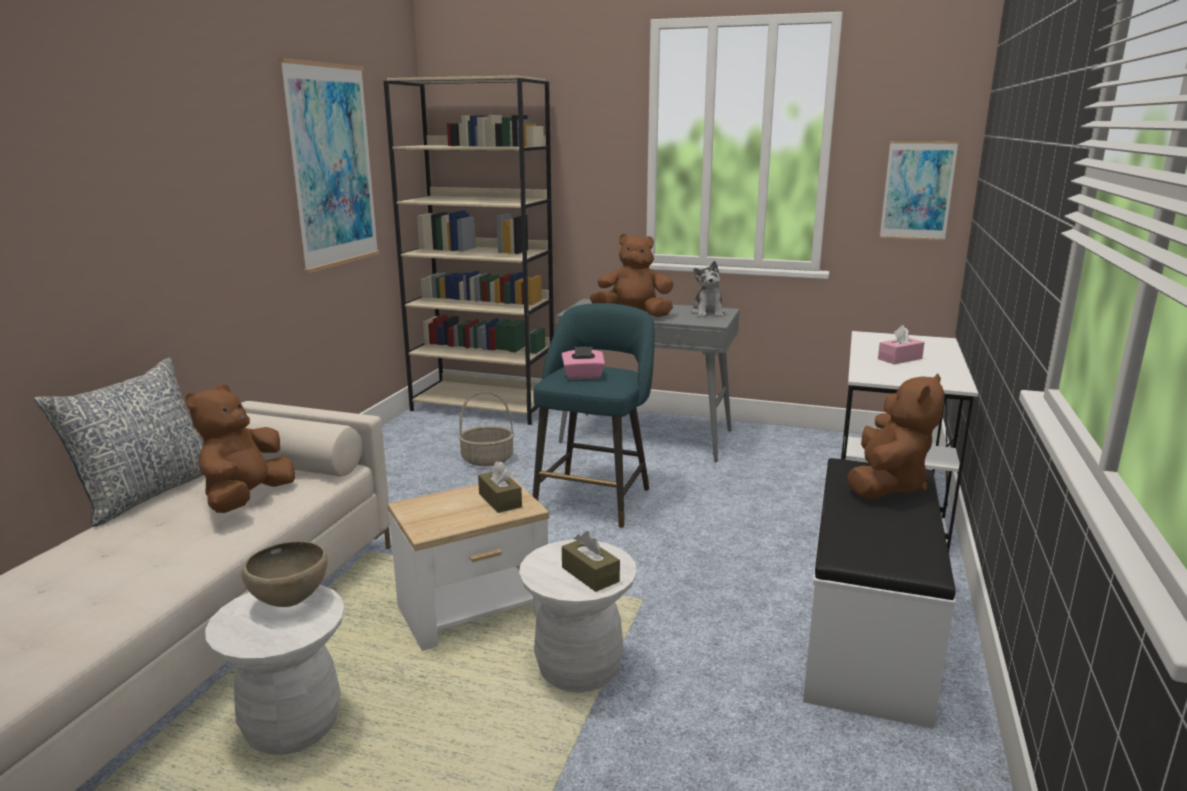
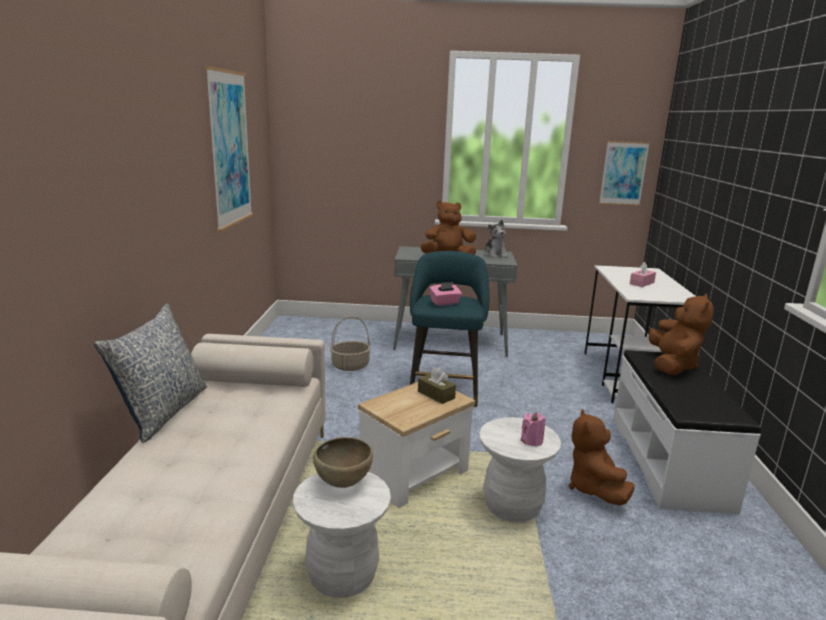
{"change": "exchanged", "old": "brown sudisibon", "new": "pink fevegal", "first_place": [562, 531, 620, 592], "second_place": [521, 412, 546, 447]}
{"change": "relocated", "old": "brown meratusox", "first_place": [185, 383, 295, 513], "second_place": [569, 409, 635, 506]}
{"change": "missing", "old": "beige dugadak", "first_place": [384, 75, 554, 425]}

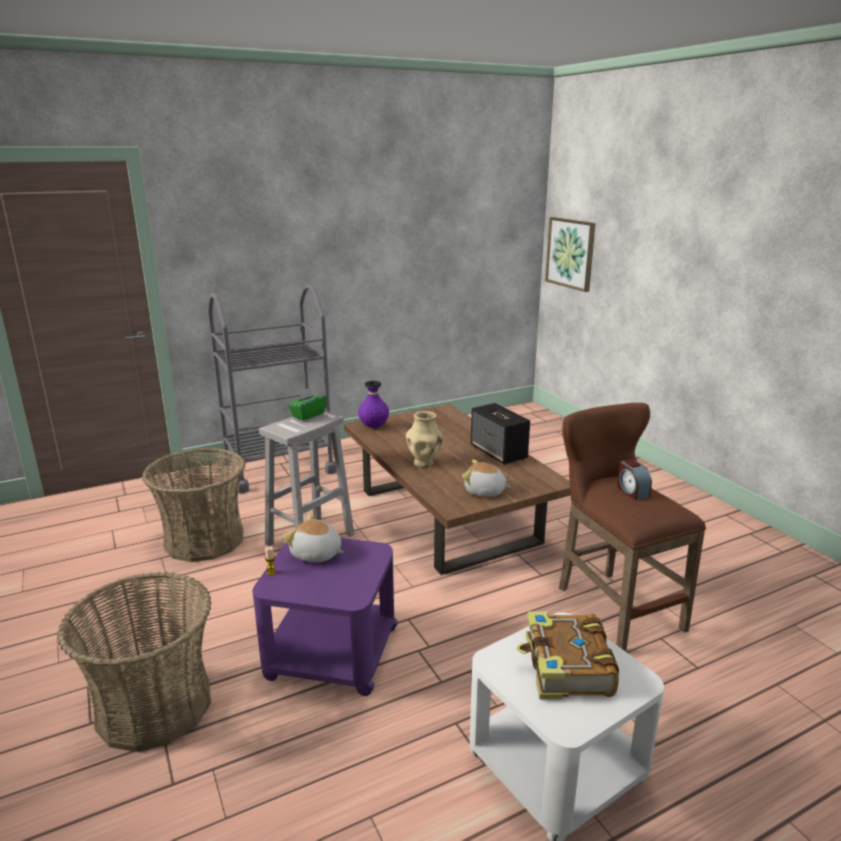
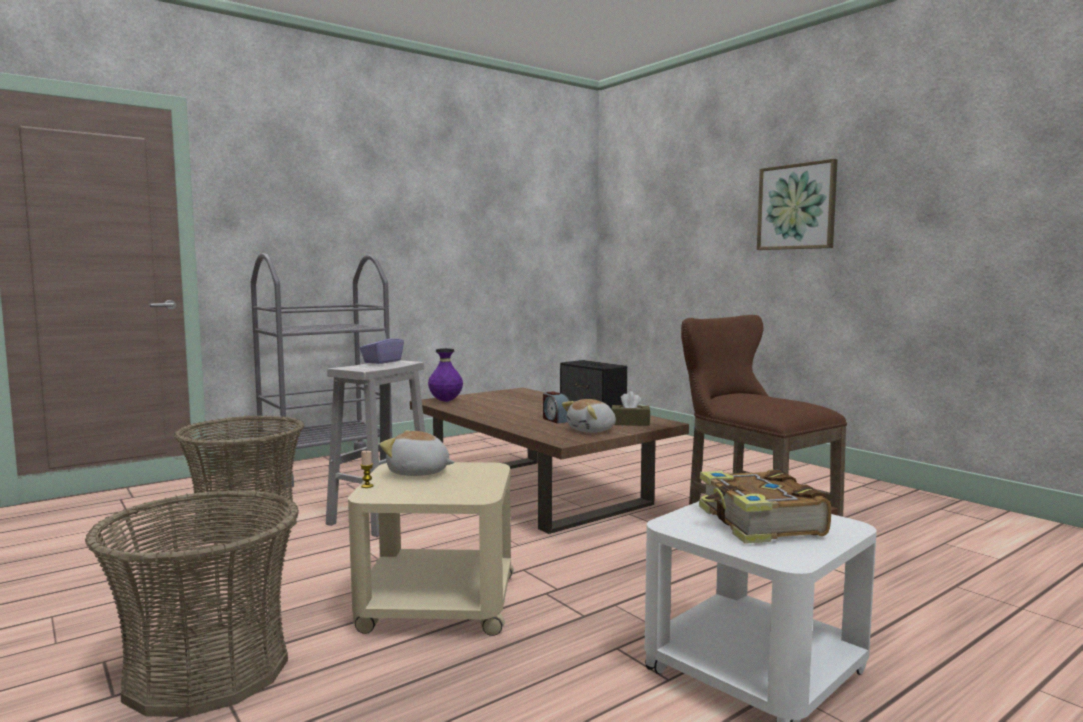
{"change": "colour", "old": "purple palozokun", "new": "beige palozokun", "first_place": [252, 538, 398, 696], "second_place": [348, 462, 514, 636]}
{"change": "colour", "old": "green sudisibon", "new": "purple sudisibon", "first_place": [288, 388, 327, 421], "second_place": [360, 330, 404, 364]}
{"change": "relocated", "old": "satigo", "first_place": [617, 459, 652, 500], "second_place": [543, 391, 569, 424]}
{"change": "spun", "old": "meratusox", "first_place": [462, 459, 511, 496], "second_place": [562, 399, 616, 433], "degrees": -45}
{"change": "appeared", "new": "brown sudisibon", "second_place": [612, 391, 650, 426]}
{"change": "relocated", "old": "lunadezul", "first_place": [545, 217, 596, 292], "second_place": [757, 159, 837, 250]}
{"change": "missing", "old": "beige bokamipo", "first_place": [406, 411, 443, 467]}

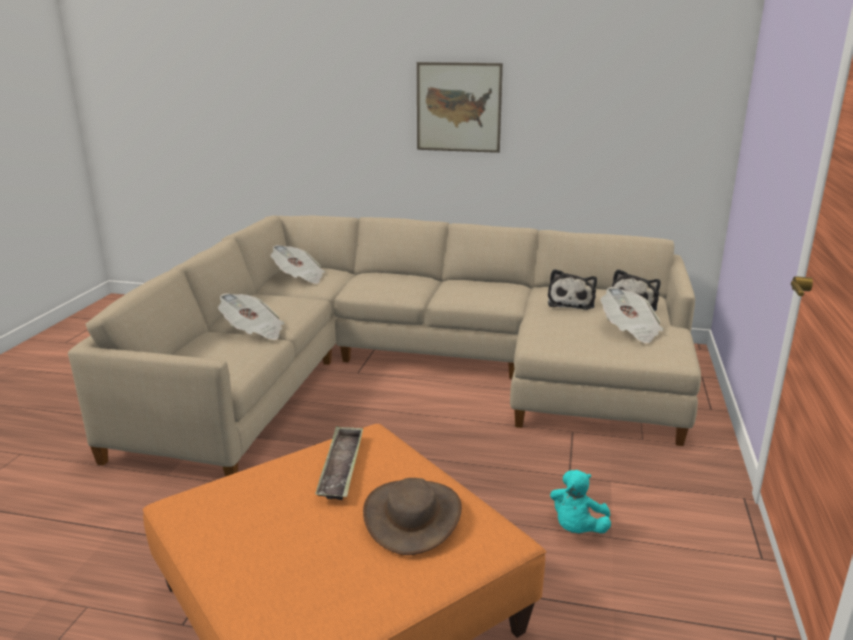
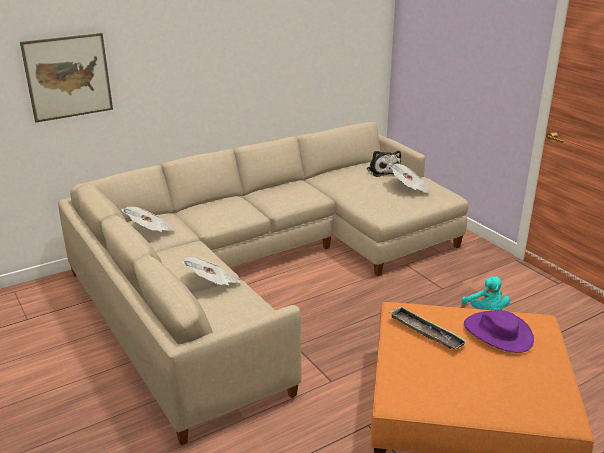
{"change": "relocated", "old": "lunadezul", "first_place": [417, 62, 503, 153], "second_place": [20, 33, 113, 123]}
{"change": "colour", "old": "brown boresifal", "new": "purple boresifal", "first_place": [363, 478, 462, 555], "second_place": [464, 310, 534, 353]}
{"change": "missing", "old": "meratusox", "first_place": [548, 269, 597, 310]}

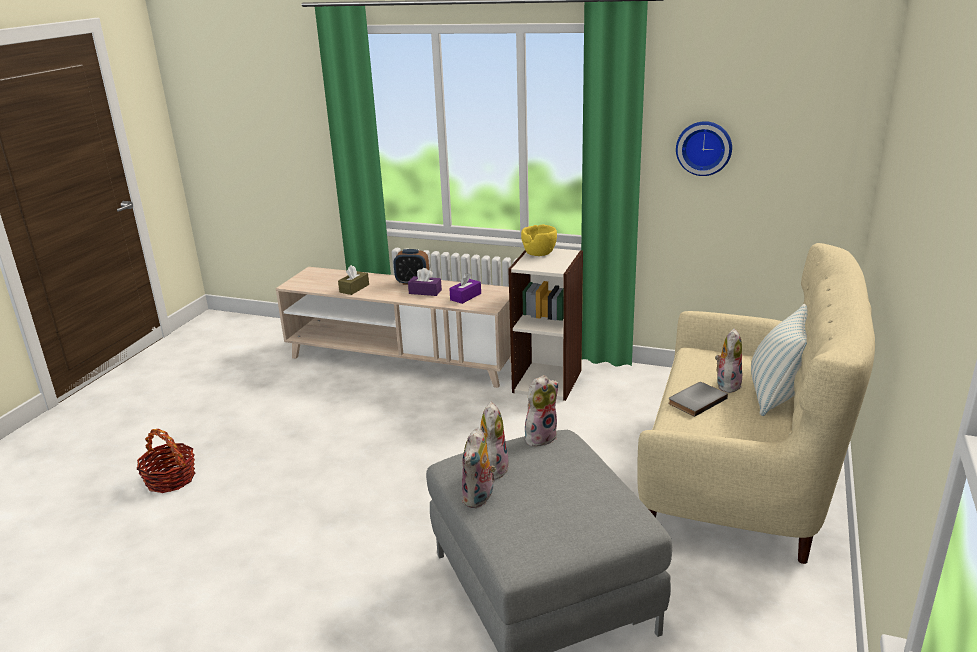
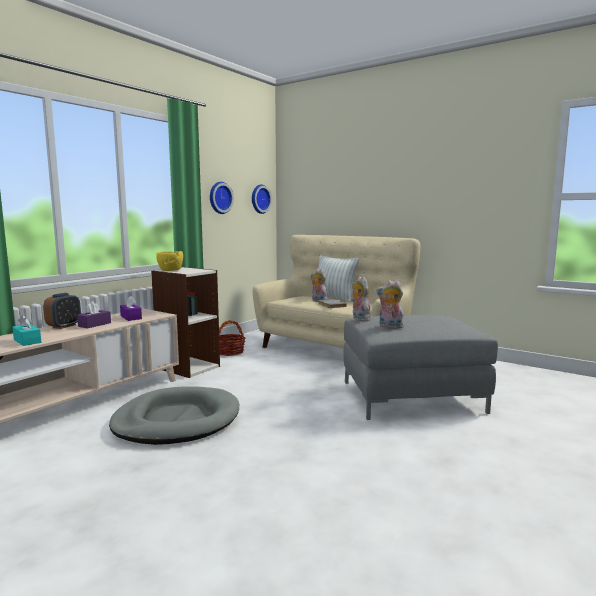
{"change": "colour", "old": "brown sudisibon", "new": "turquoise sudisibon", "first_place": [338, 265, 369, 295], "second_place": [12, 315, 42, 346]}
{"change": "appeared", "new": "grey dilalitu", "second_place": [109, 386, 239, 445]}
{"change": "relocated", "old": "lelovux", "first_place": [137, 429, 195, 493], "second_place": [219, 320, 246, 356]}
{"change": "appeared", "new": "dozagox", "second_place": [252, 184, 272, 214]}
{"change": "missing", "old": "meratusox", "first_place": [462, 427, 496, 508]}

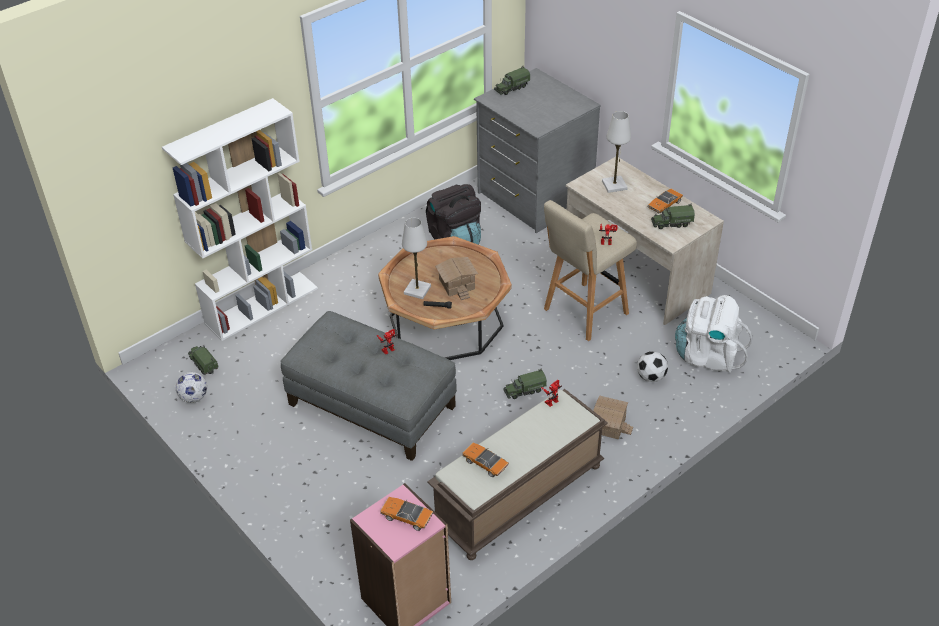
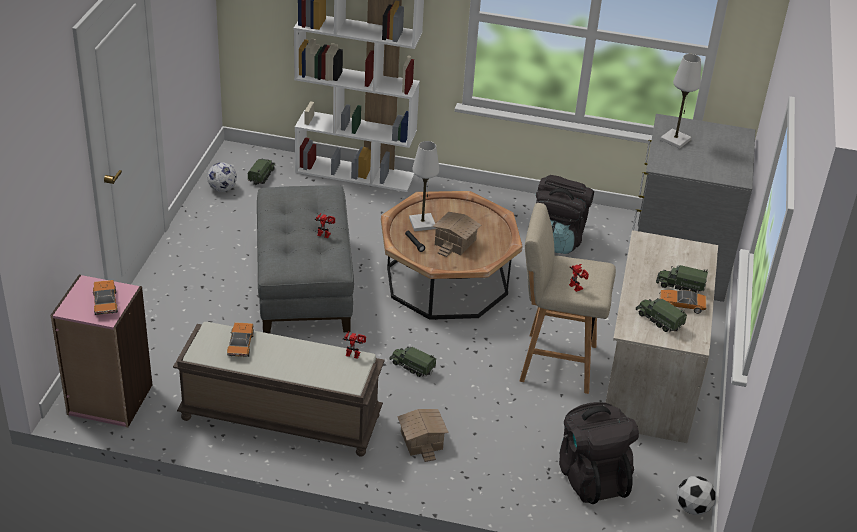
{"change": "colour", "old": "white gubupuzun", "new": "black gubupuzun", "first_place": [675, 295, 752, 372], "second_place": [559, 402, 639, 504]}
{"change": "relocated", "old": "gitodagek", "first_place": [494, 66, 530, 95], "second_place": [656, 265, 708, 293]}
{"change": "relocated", "old": "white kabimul", "first_place": [602, 111, 631, 193], "second_place": [660, 54, 701, 149]}
{"change": "relocated", "old": "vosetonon", "first_place": [637, 351, 668, 382], "second_place": [677, 476, 716, 515]}

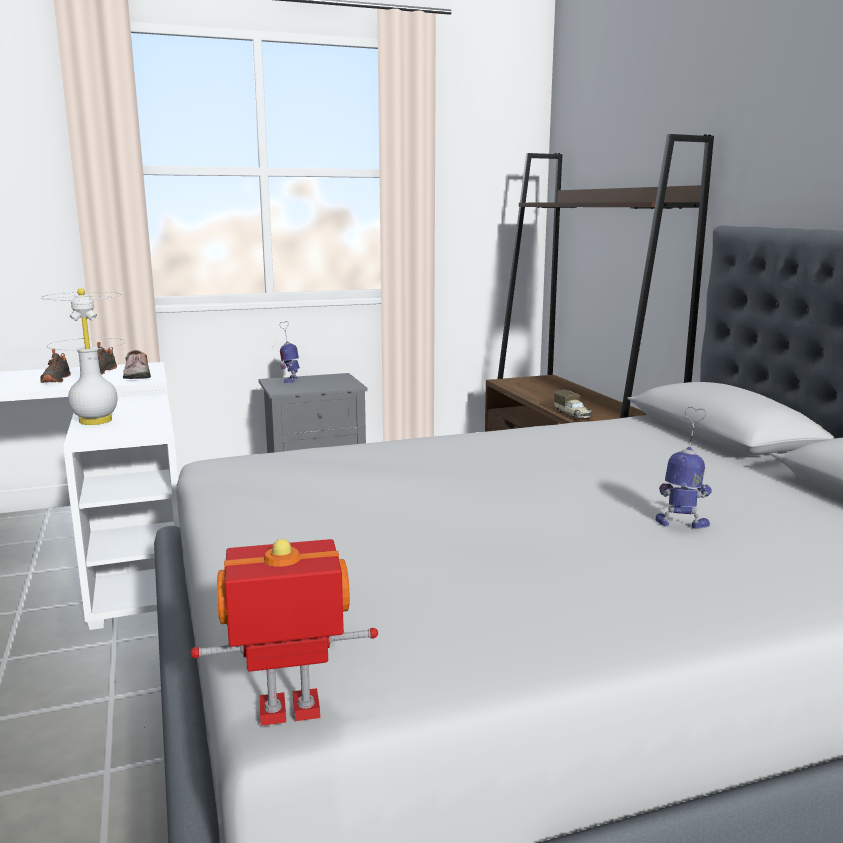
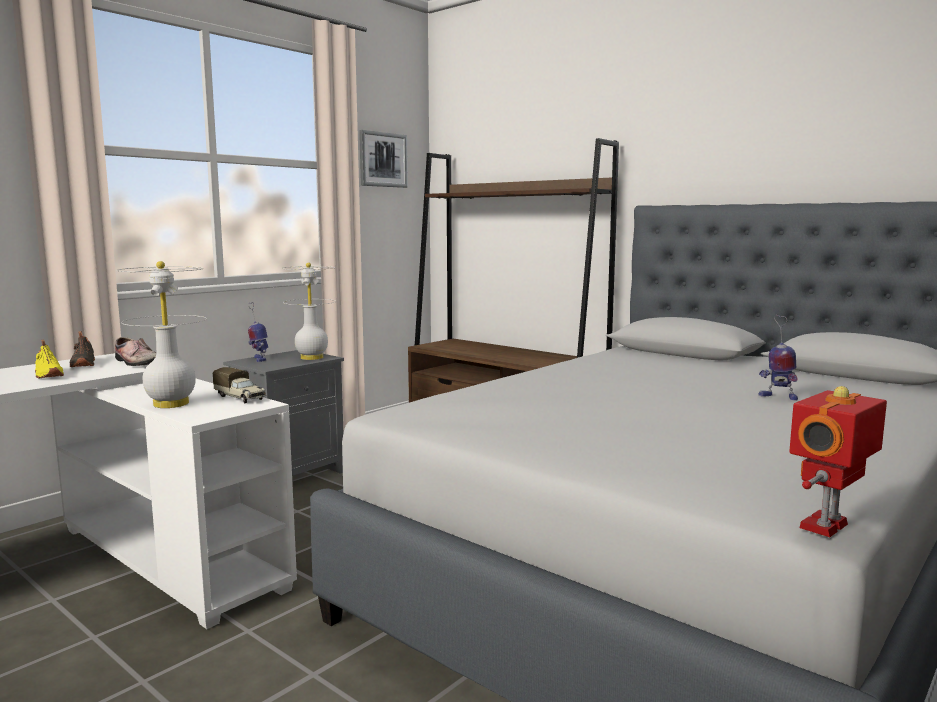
{"change": "colour", "old": "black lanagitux", "new": "yellow lanagitux", "first_place": [40, 348, 71, 383], "second_place": [35, 339, 64, 378]}
{"change": "relocated", "old": "gitodagek", "first_place": [554, 390, 593, 420], "second_place": [212, 367, 266, 403]}
{"change": "appeared", "new": "white kabimul", "second_place": [281, 262, 336, 360]}
{"change": "appeared", "new": "lunadezul", "second_place": [359, 130, 408, 188]}
{"change": "spun", "old": "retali", "first_place": [655, 407, 712, 529], "second_place": [758, 315, 798, 401], "degrees": -135}

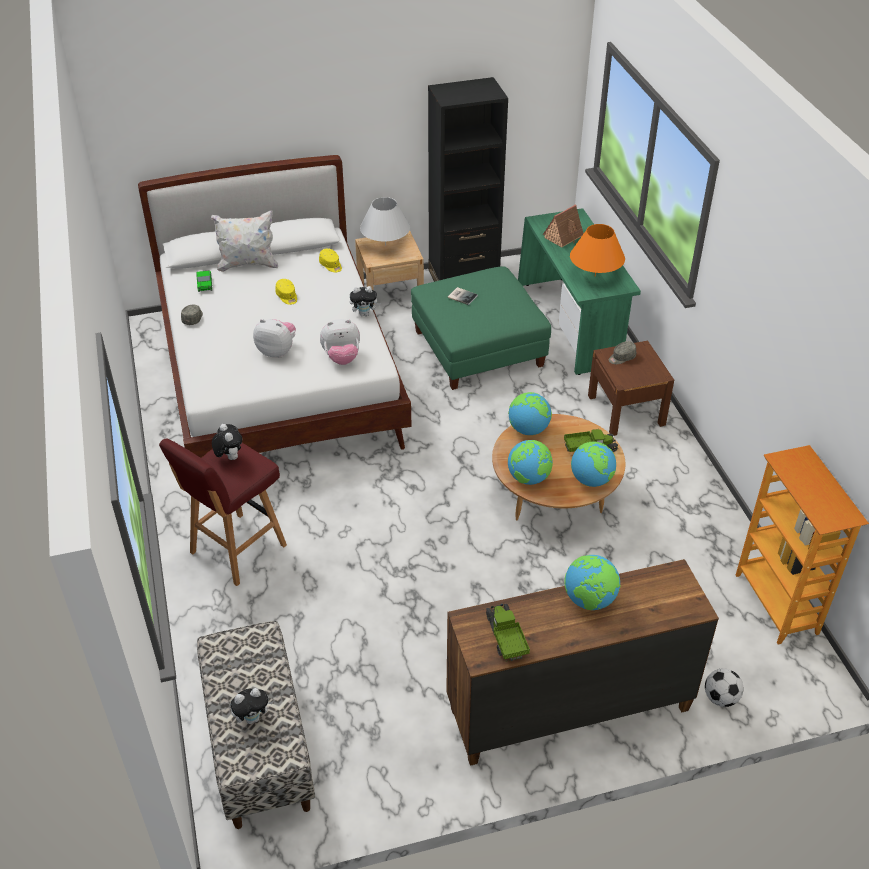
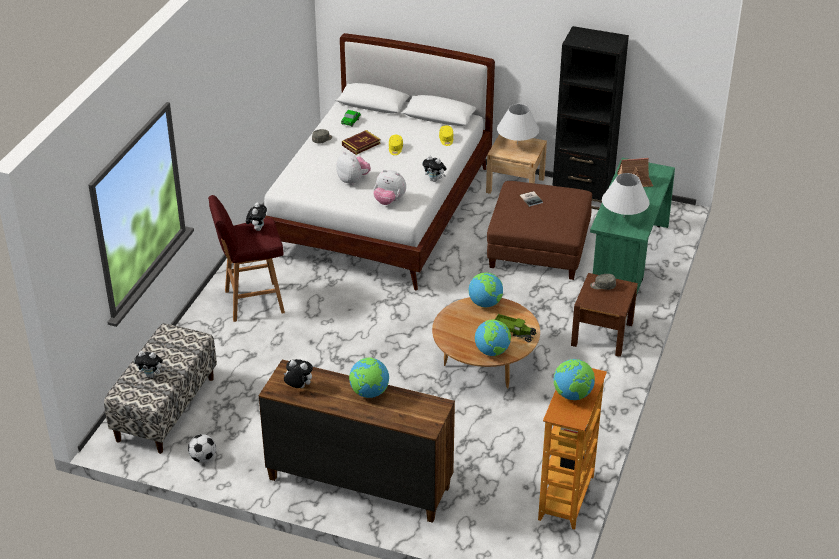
{"change": "relocated", "old": "vosetonon", "first_place": [705, 668, 744, 707], "second_place": [188, 434, 216, 462]}
{"change": "exchanged", "old": "gitodagek", "new": "meratusox", "first_place": [486, 603, 530, 662], "second_place": [284, 359, 313, 388]}
{"change": "appeared", "new": "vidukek", "second_place": [342, 130, 381, 155]}
{"change": "colour", "old": "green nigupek", "new": "brown nigupek", "first_place": [411, 266, 551, 390], "second_place": [487, 181, 592, 280]}
{"change": "relocated", "old": "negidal", "first_place": [508, 440, 553, 485], "second_place": [554, 359, 595, 400]}
{"change": "colour", "old": "orange kabimul", "new": "white kabimul", "first_place": [570, 224, 625, 277], "second_place": [602, 173, 650, 215]}
{"change": "missing", "old": "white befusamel", "first_place": [211, 210, 278, 272]}

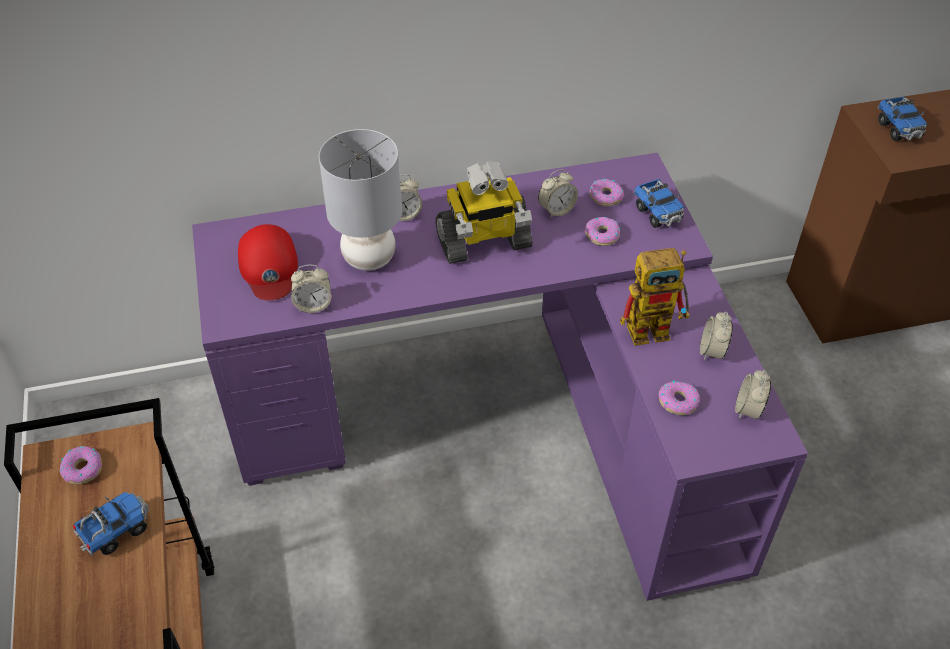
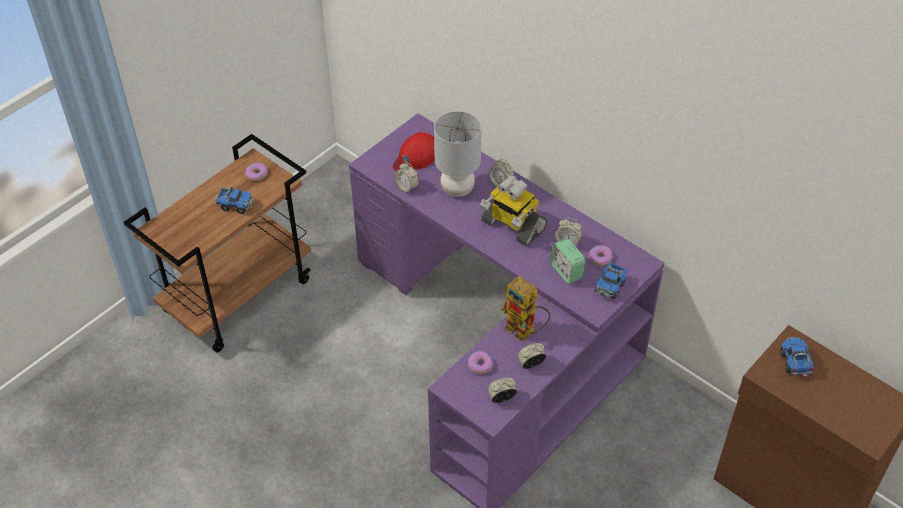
{"change": "exchanged", "old": "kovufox", "new": "satigo", "first_place": [585, 217, 620, 246], "second_place": [550, 238, 586, 284]}
{"change": "spun", "old": "gitodagek", "first_place": [878, 97, 928, 141], "second_place": [780, 337, 814, 376], "degrees": 135}

